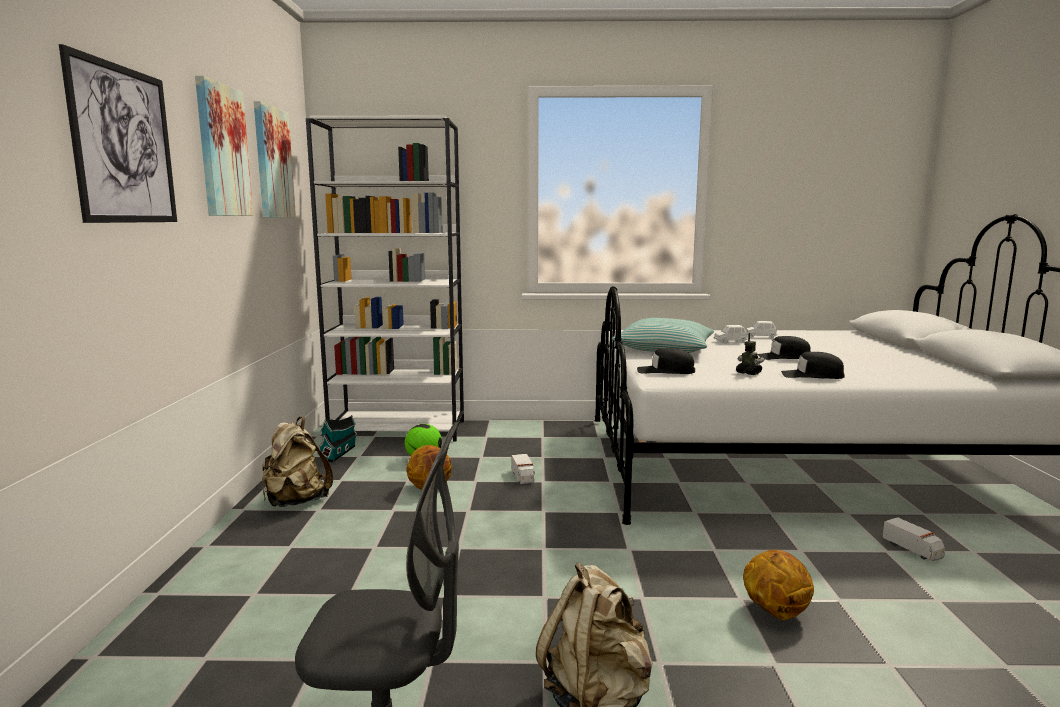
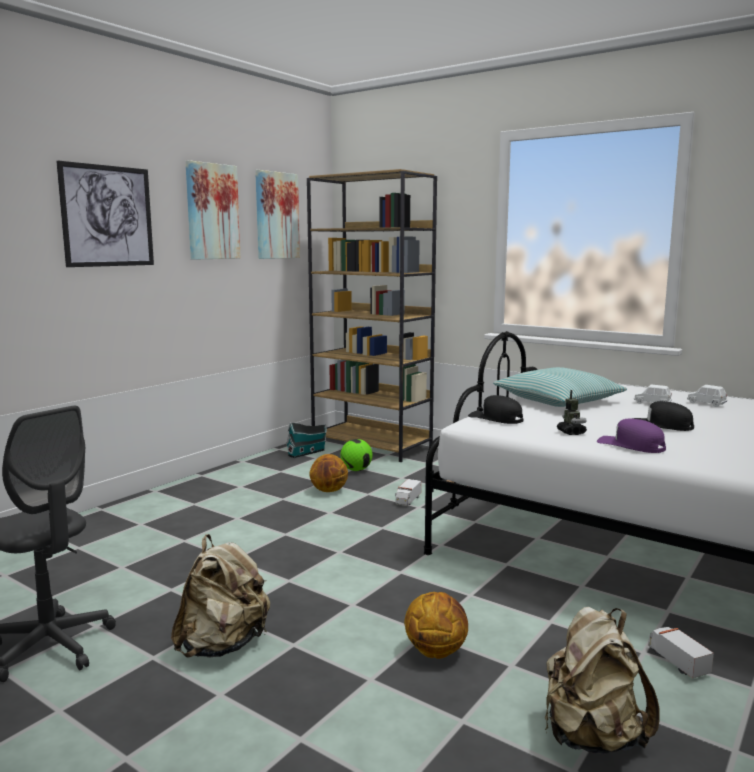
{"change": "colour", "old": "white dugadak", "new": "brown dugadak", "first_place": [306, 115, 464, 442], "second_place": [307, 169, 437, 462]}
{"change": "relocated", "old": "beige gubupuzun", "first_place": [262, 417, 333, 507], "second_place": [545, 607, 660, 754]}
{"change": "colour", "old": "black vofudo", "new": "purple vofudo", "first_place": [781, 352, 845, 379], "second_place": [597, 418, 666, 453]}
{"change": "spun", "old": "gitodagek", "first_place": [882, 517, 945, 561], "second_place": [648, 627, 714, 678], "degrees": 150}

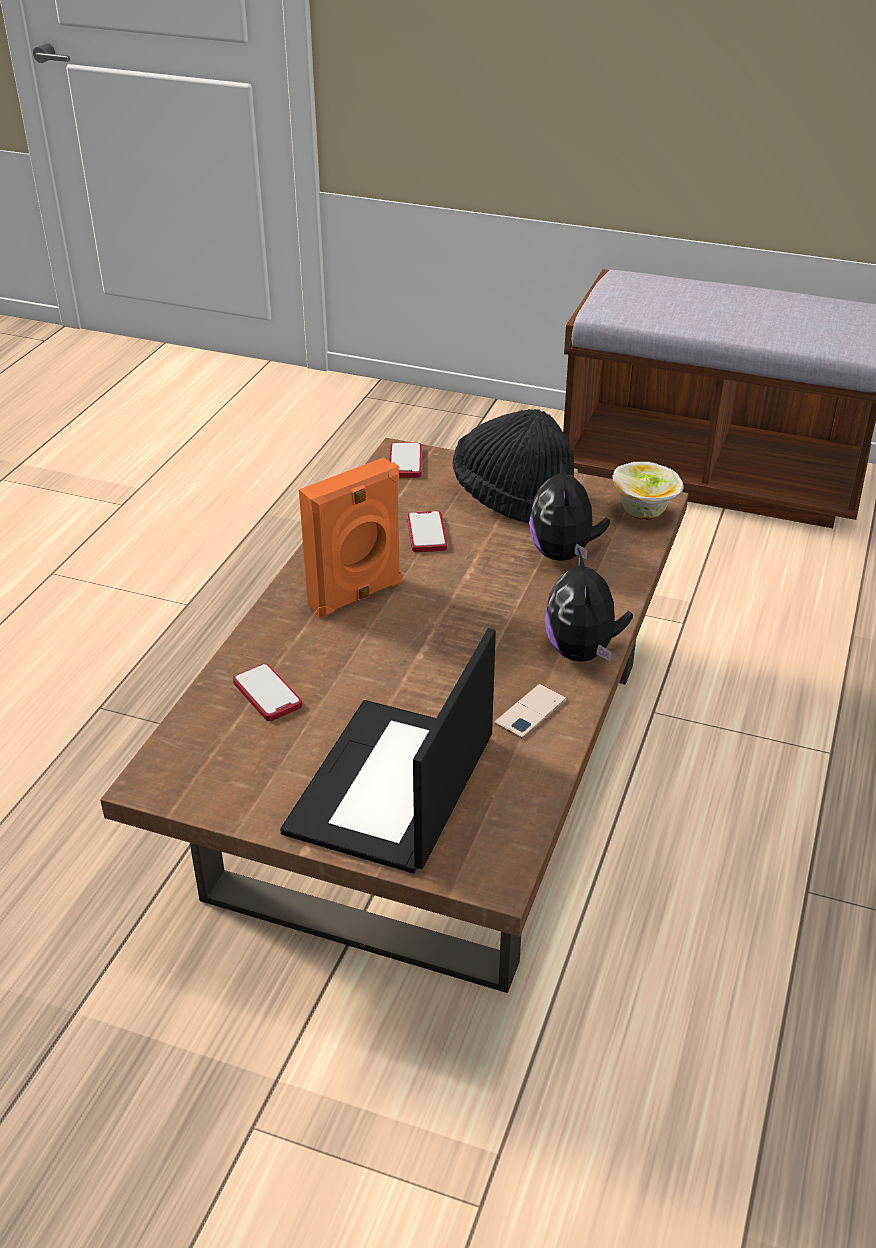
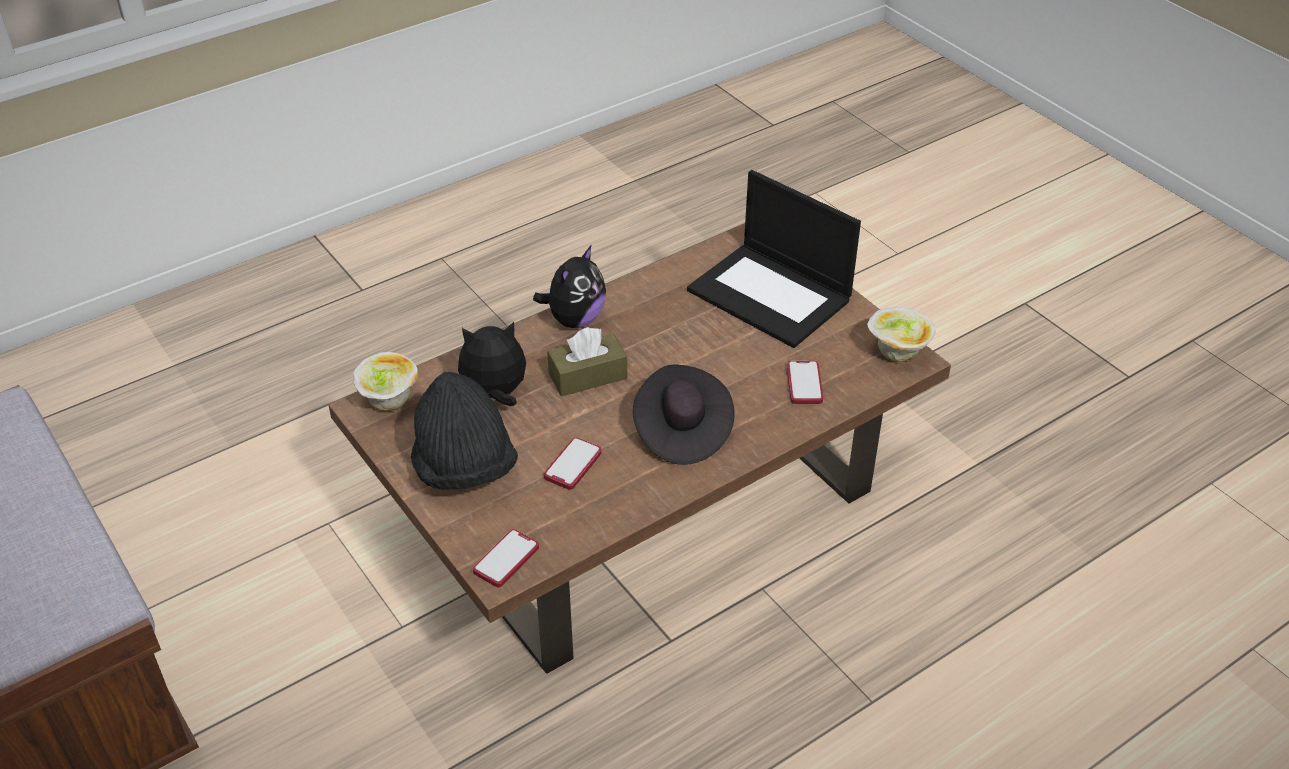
{"change": "spun", "old": "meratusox", "first_place": [529, 458, 610, 561], "second_place": [458, 322, 526, 406], "degrees": -135}
{"change": "appeared", "new": "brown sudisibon", "second_place": [547, 327, 627, 397]}
{"change": "exchanged", "old": "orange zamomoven", "new": "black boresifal", "first_place": [299, 457, 401, 618], "second_place": [633, 364, 735, 465]}
{"change": "spun", "old": "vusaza", "first_place": [280, 628, 496, 873], "second_place": [687, 170, 861, 348], "degrees": 75}
{"change": "appeared", "new": "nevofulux", "second_place": [867, 308, 936, 362]}
{"change": "missing", "old": "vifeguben", "first_place": [494, 684, 567, 739]}

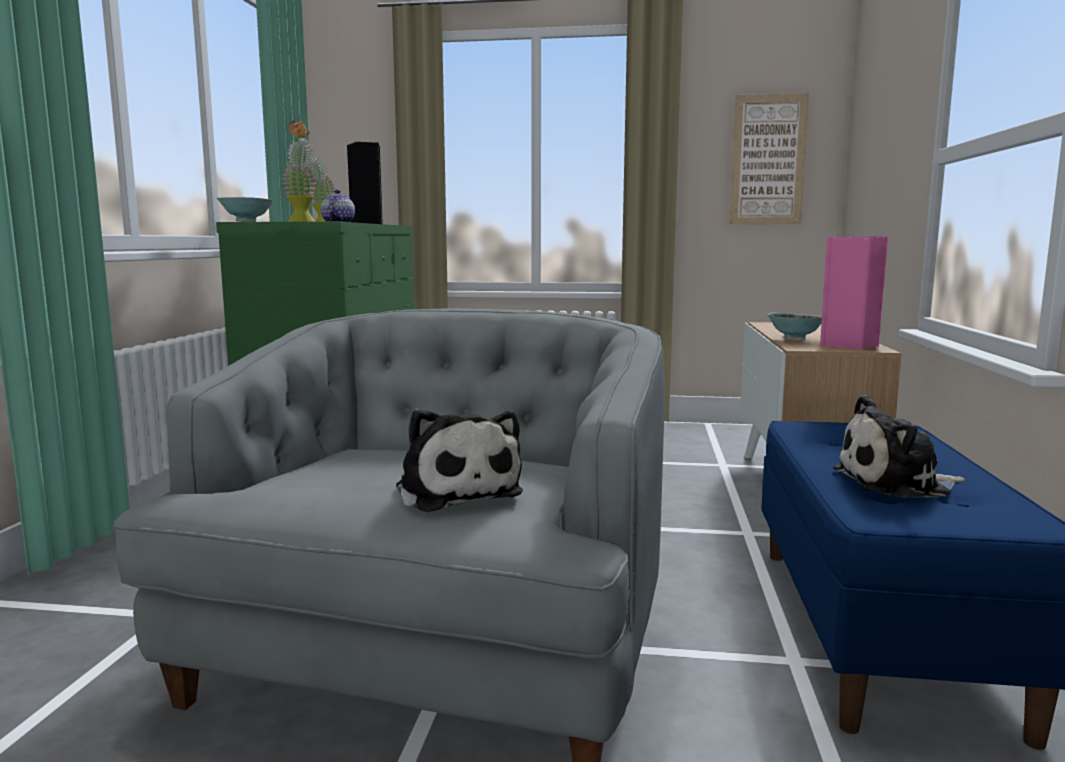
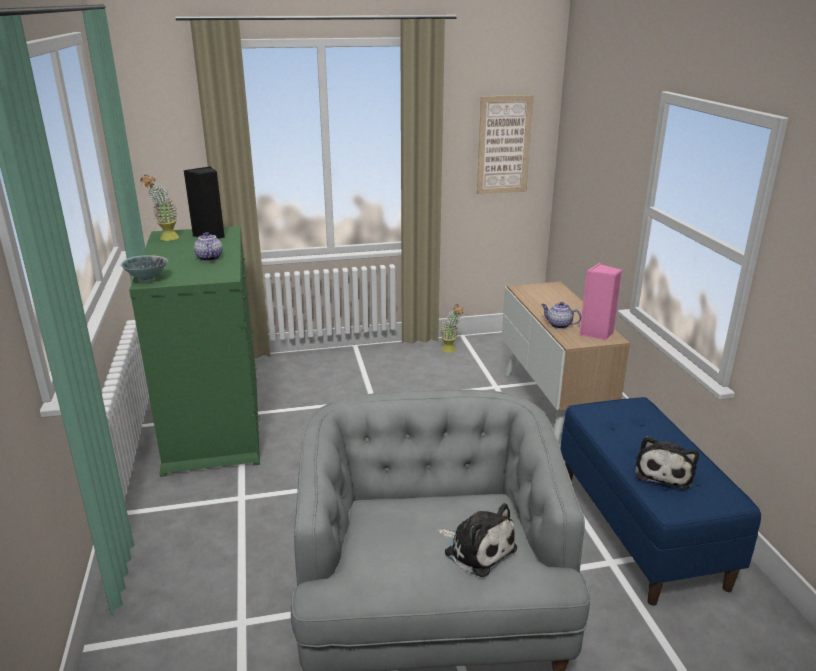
{"change": "relocated", "old": "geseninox", "first_place": [281, 121, 317, 222], "second_place": [440, 304, 464, 353]}
{"change": "exchanged", "old": "nevofulux", "new": "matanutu", "first_place": [767, 313, 822, 340], "second_place": [541, 302, 581, 329]}
{"change": "spun", "old": "meratusox", "first_place": [833, 395, 965, 498], "second_place": [635, 436, 699, 489], "degrees": -45}

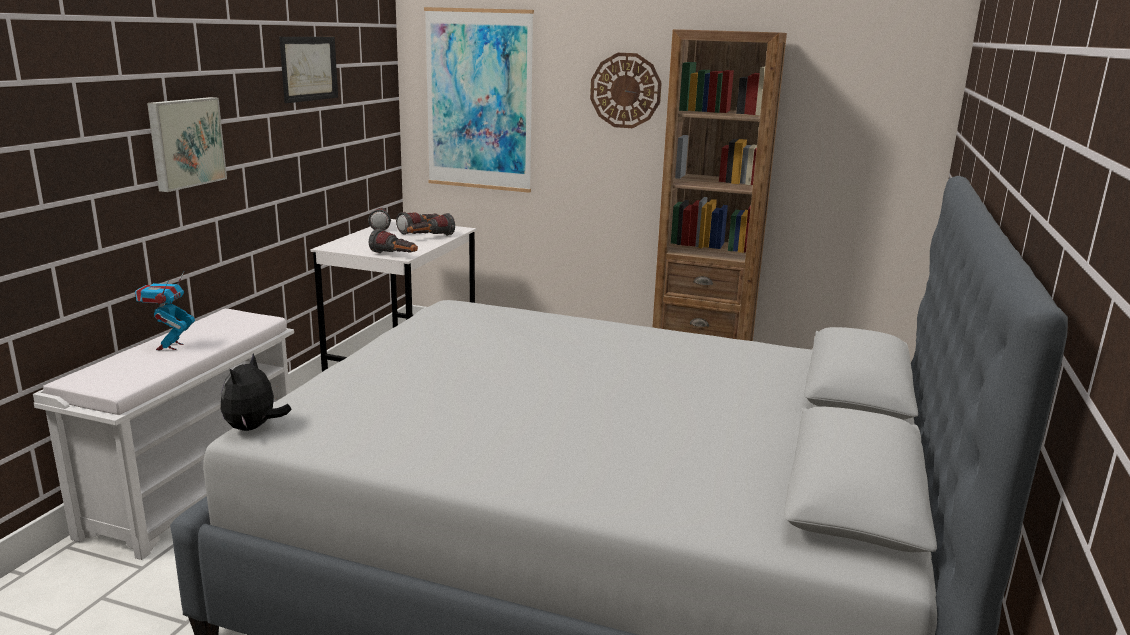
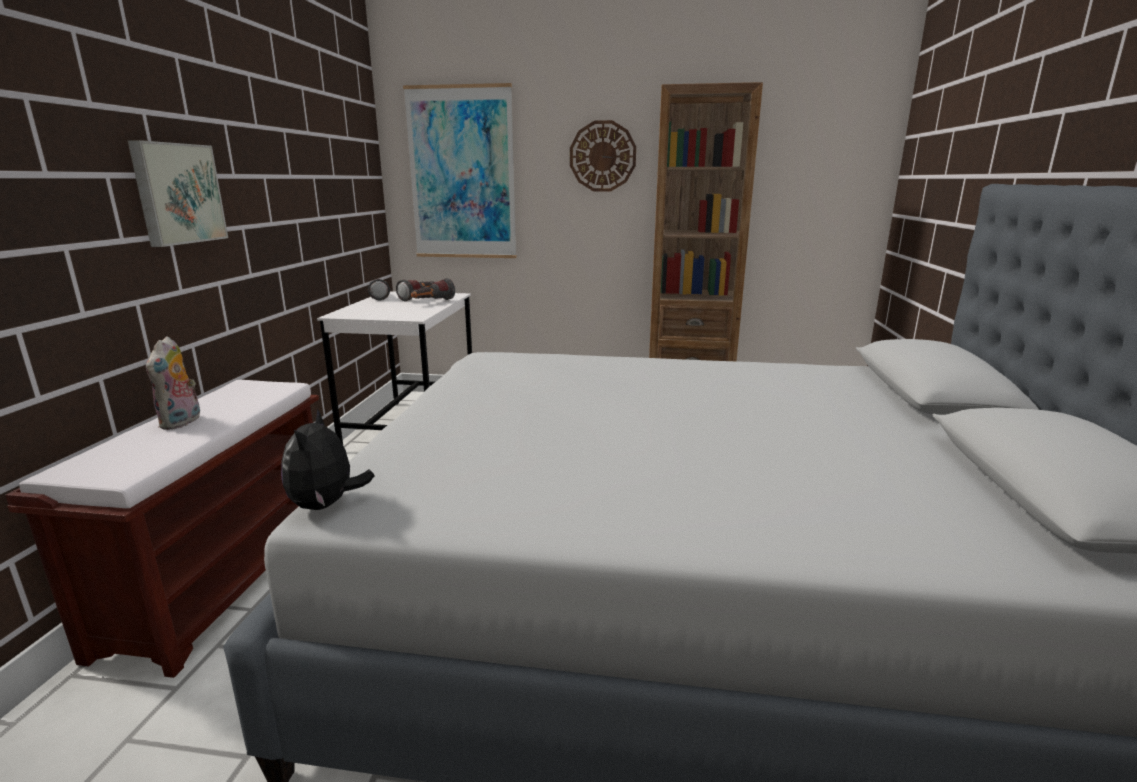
{"change": "colour", "old": "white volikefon", "new": "brown volikefon", "first_place": [33, 309, 294, 560], "second_place": [5, 380, 319, 678]}
{"change": "exchanged", "old": "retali", "new": "meratusox", "first_place": [135, 271, 195, 350], "second_place": [145, 336, 200, 430]}
{"change": "missing", "old": "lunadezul", "first_place": [279, 37, 338, 103]}
{"change": "missing", "old": "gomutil", "first_place": [369, 229, 418, 253]}

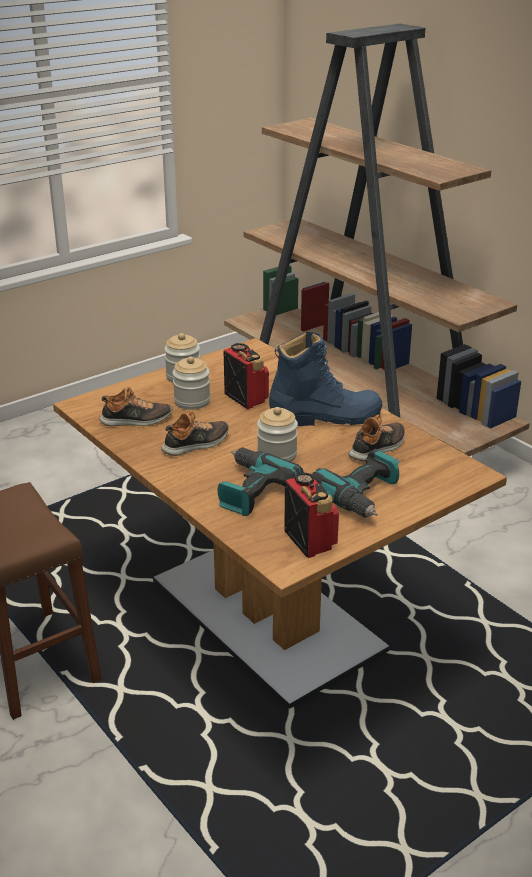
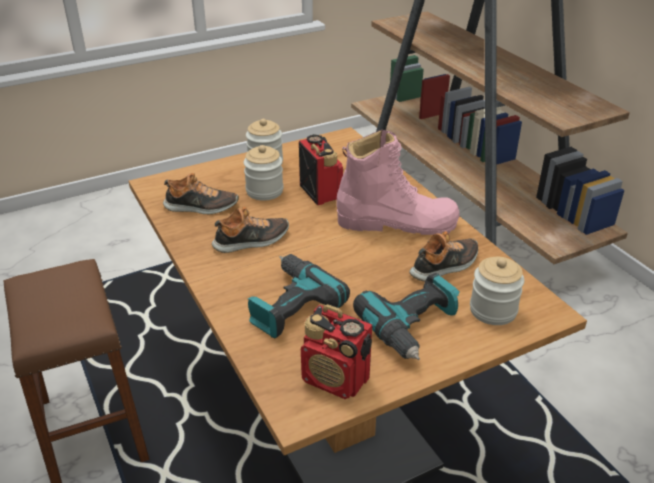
{"change": "spun", "old": "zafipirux", "first_place": [284, 472, 339, 558], "second_place": [301, 304, 372, 399], "degrees": 135}
{"change": "colour", "old": "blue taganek", "new": "pink taganek", "first_place": [269, 332, 382, 426], "second_place": [336, 130, 460, 235]}
{"change": "relocated", "old": "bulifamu", "first_place": [257, 407, 298, 462], "second_place": [470, 257, 524, 325]}

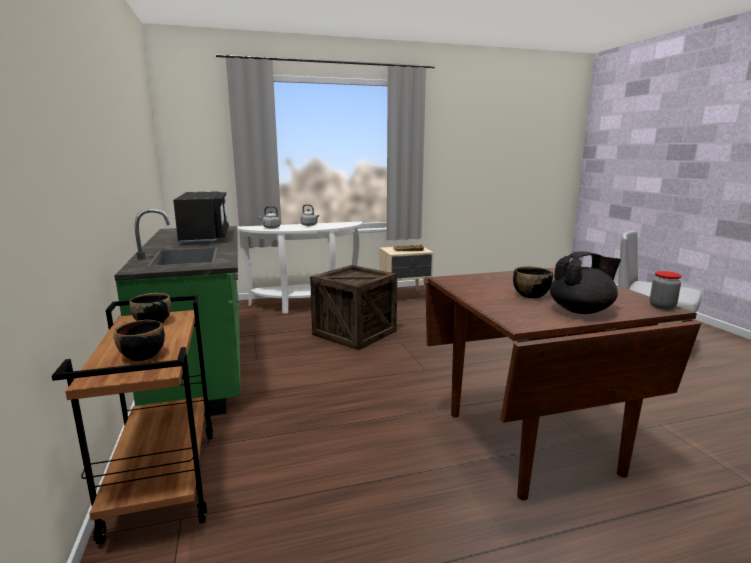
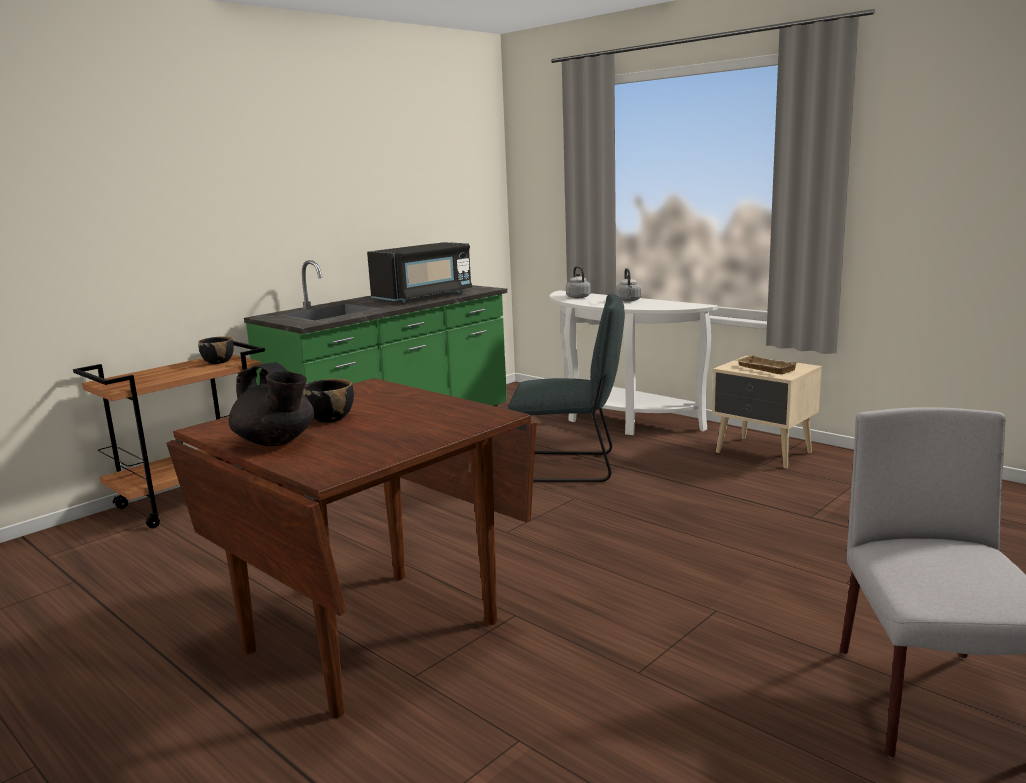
{"change": "exchanged", "old": "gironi", "new": "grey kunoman", "first_place": [310, 265, 397, 350], "second_place": [508, 294, 625, 482]}
{"change": "missing", "old": "black nevofulux", "first_place": [114, 320, 165, 361]}
{"change": "missing", "old": "bulifamu", "first_place": [650, 271, 681, 310]}

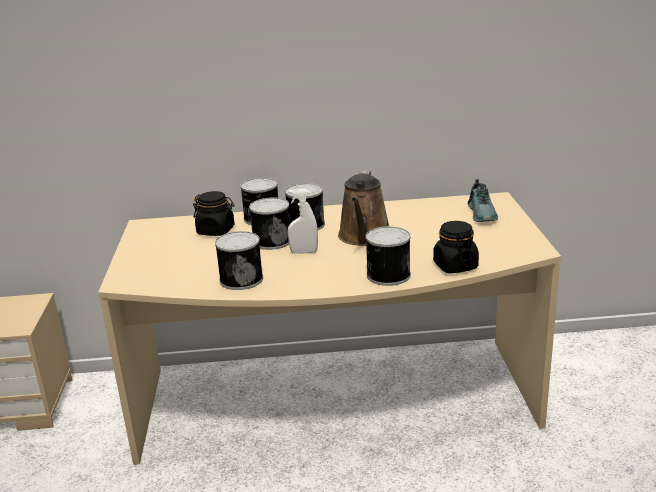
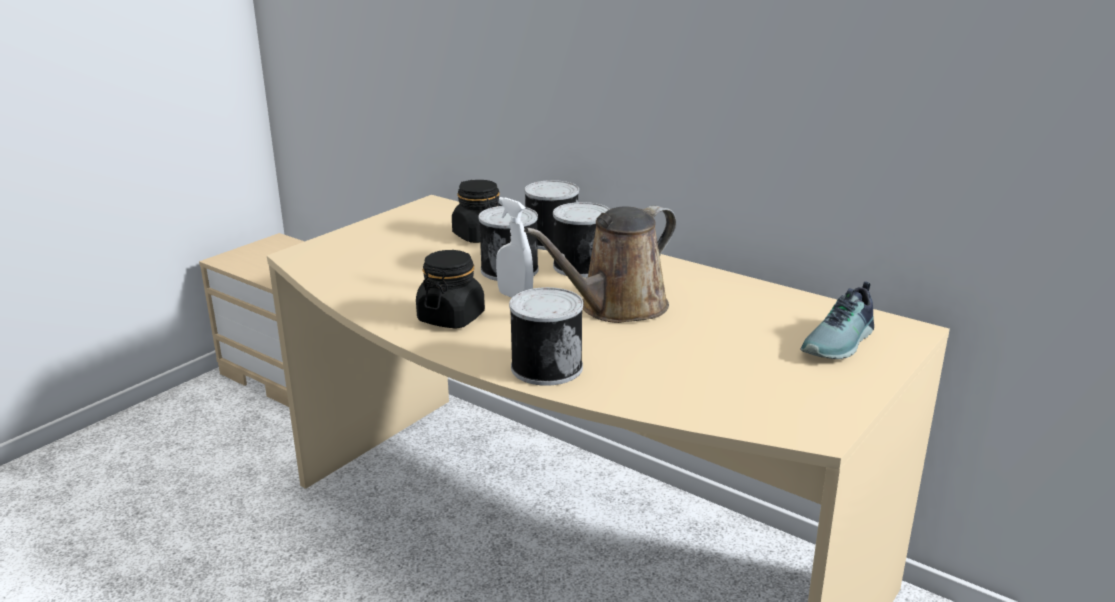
{"change": "relocated", "old": "black bulifamu", "first_place": [433, 221, 479, 273], "second_place": [416, 250, 485, 329]}
{"change": "missing", "old": "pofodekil", "first_place": [215, 231, 263, 290]}

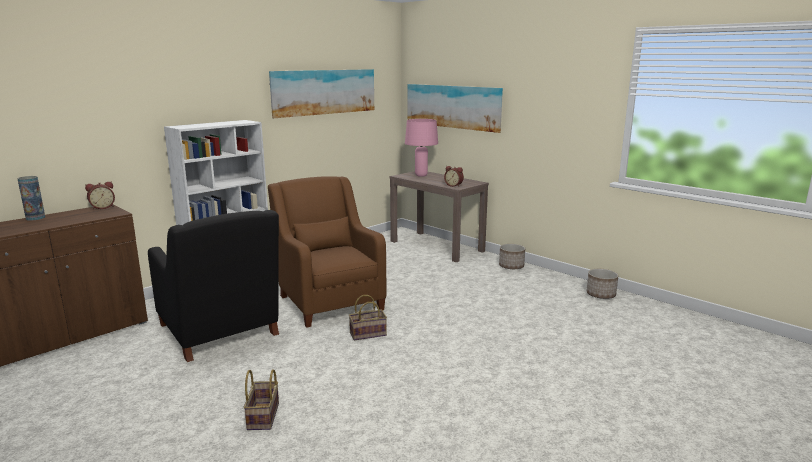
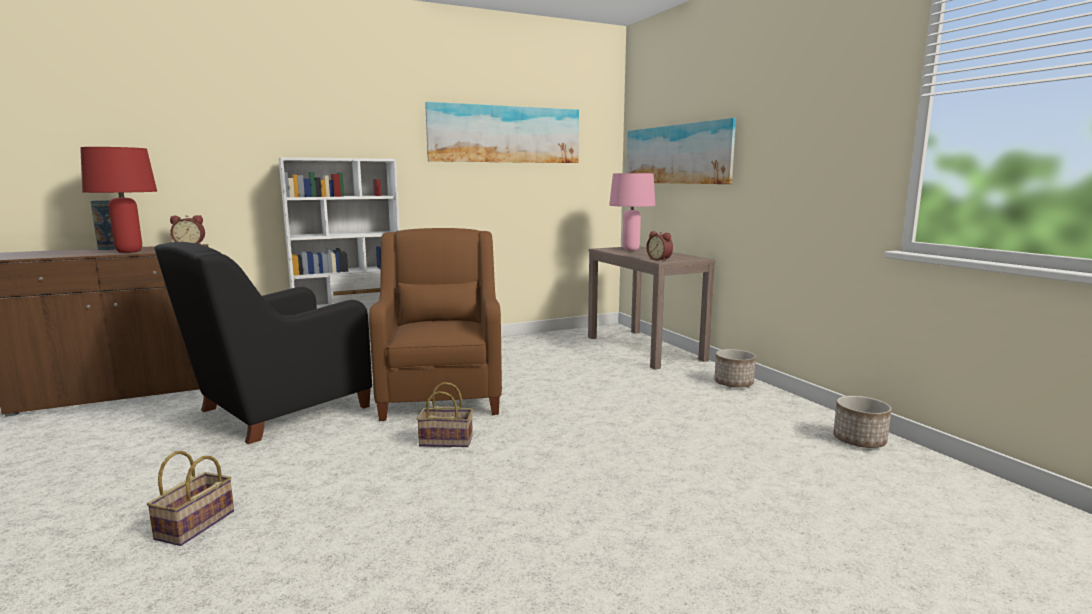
{"change": "appeared", "new": "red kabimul", "second_place": [80, 147, 157, 253]}
{"change": "spun", "old": "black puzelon", "first_place": [148, 210, 279, 362], "second_place": [154, 242, 372, 444], "degrees": 60}

